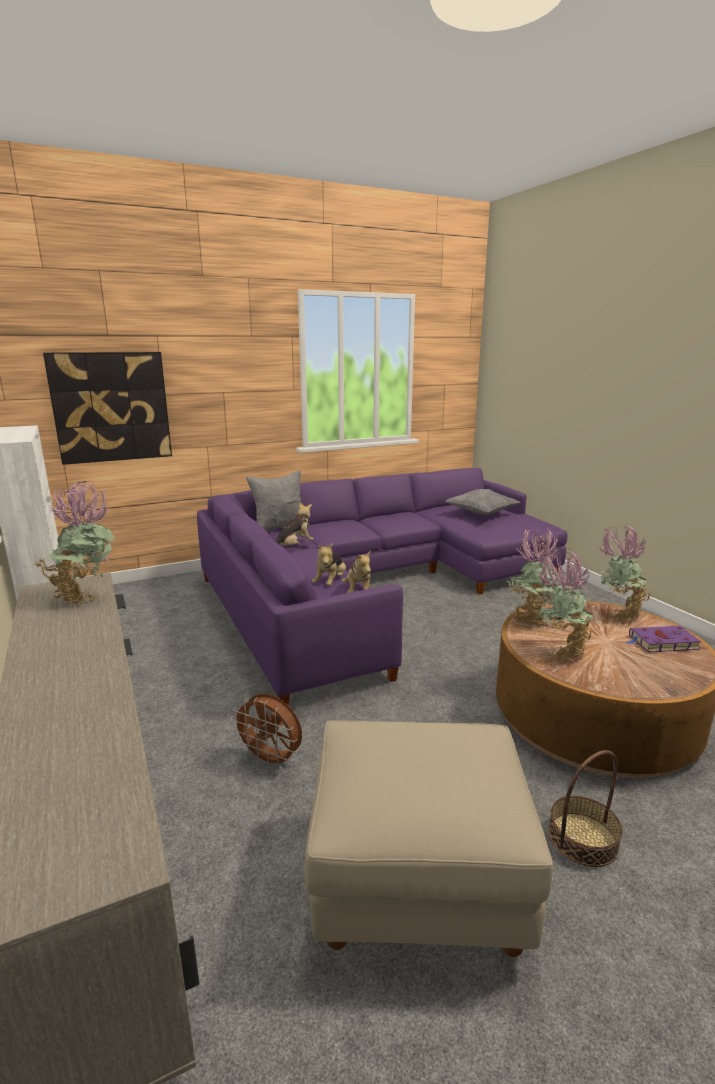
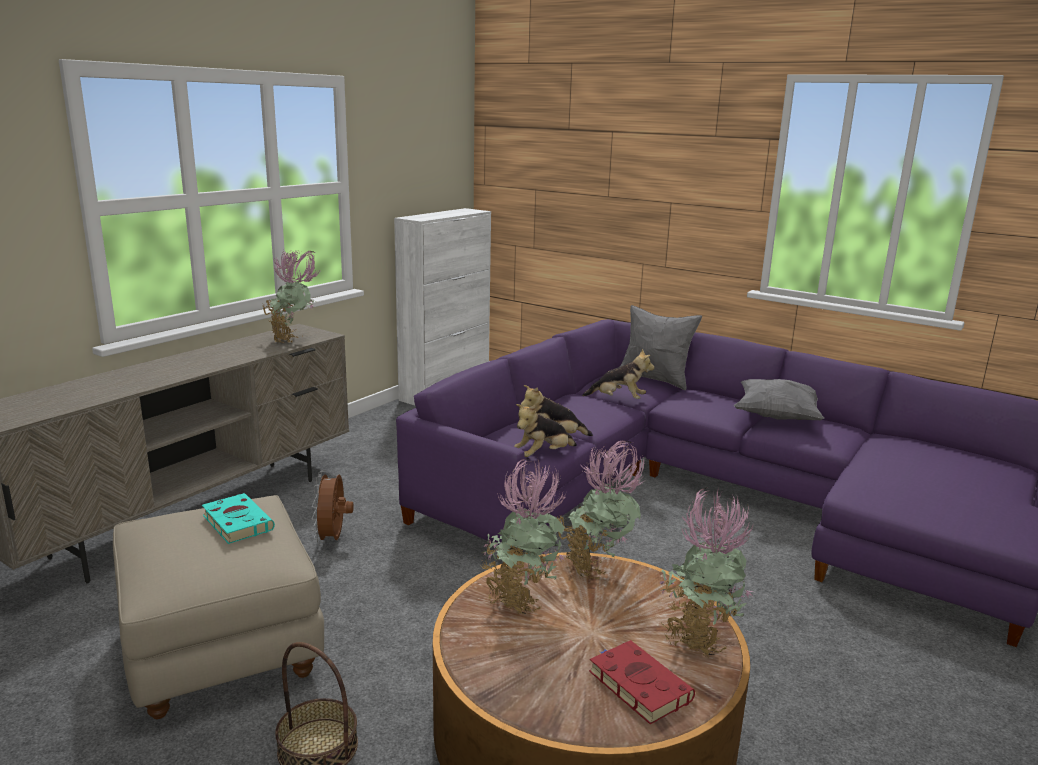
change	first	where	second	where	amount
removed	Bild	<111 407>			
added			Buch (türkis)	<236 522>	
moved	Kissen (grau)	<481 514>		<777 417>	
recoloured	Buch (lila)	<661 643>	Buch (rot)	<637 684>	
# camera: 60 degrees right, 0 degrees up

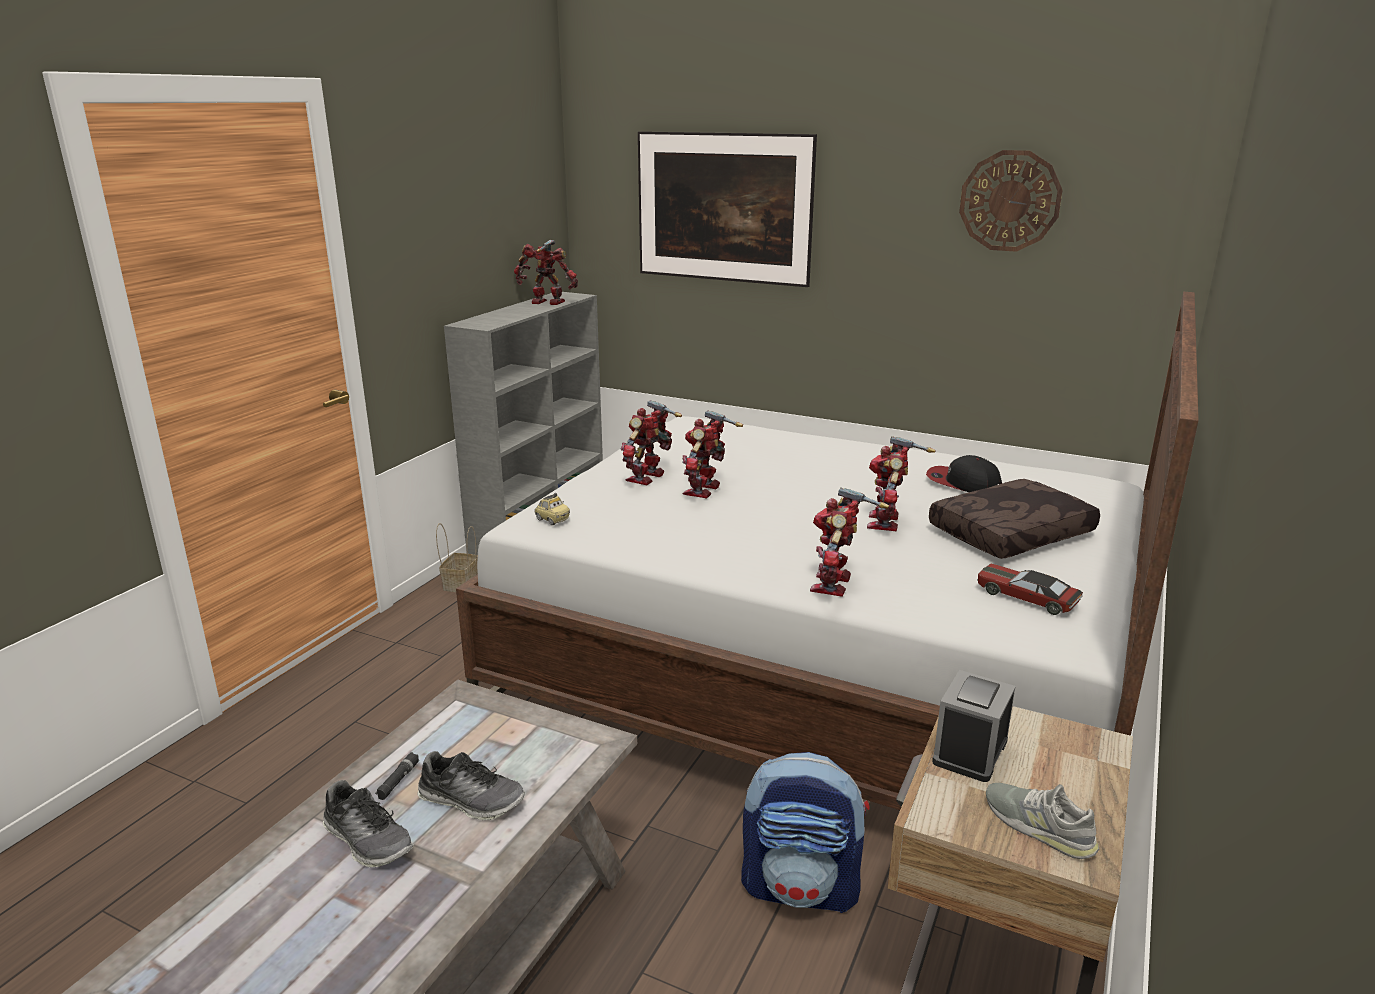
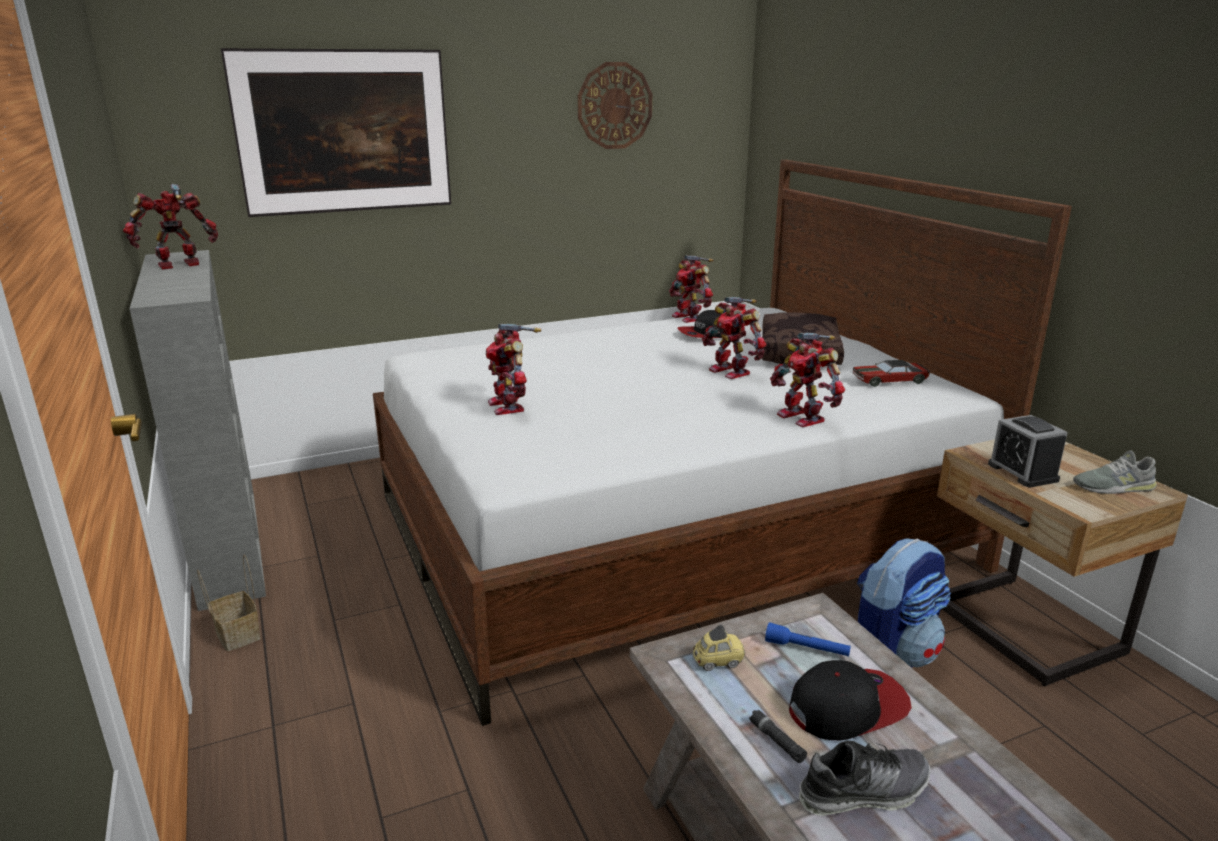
change	first	where	second	where	amount
added			Taschenlampe (blau)	<806 649>	
moved	Spielzeugauto	<552 520>		<717 661>	
moved	Spielzeugroboter	<705 490>		<689 317>	
replaced	Schuh	<471 800>	Kappe	<848 707>	
# camera: 50 degrees left, 0 degrees up

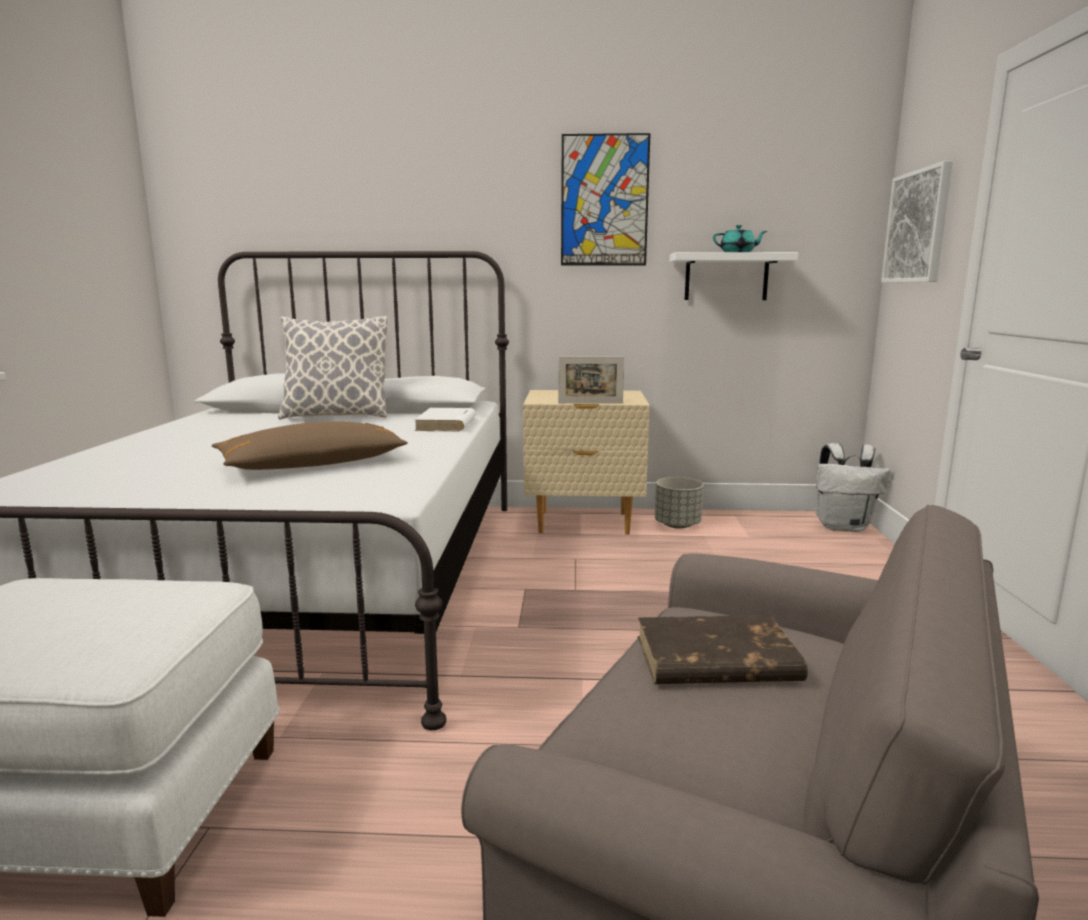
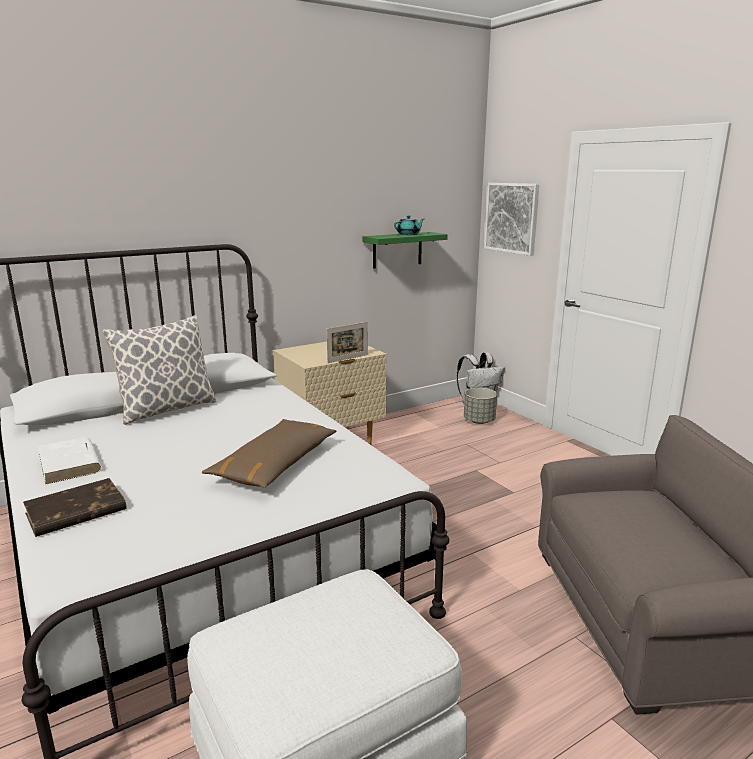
change	first	where	second	where	amount
removed	Bild	<604 201>			
moved	Buch (weiß)	<446 424>		<70 464>	
moved	Buch (braun)	<714 659>		<75 512>	
moved	Pflanzkübel (grau)	<677 525>		<479 421>	
recoloured	Wandregal (weiß)	<726 277>	Wandregal (grün)	<397 250>	
# camera: 35 degrees left, 5 degrees up

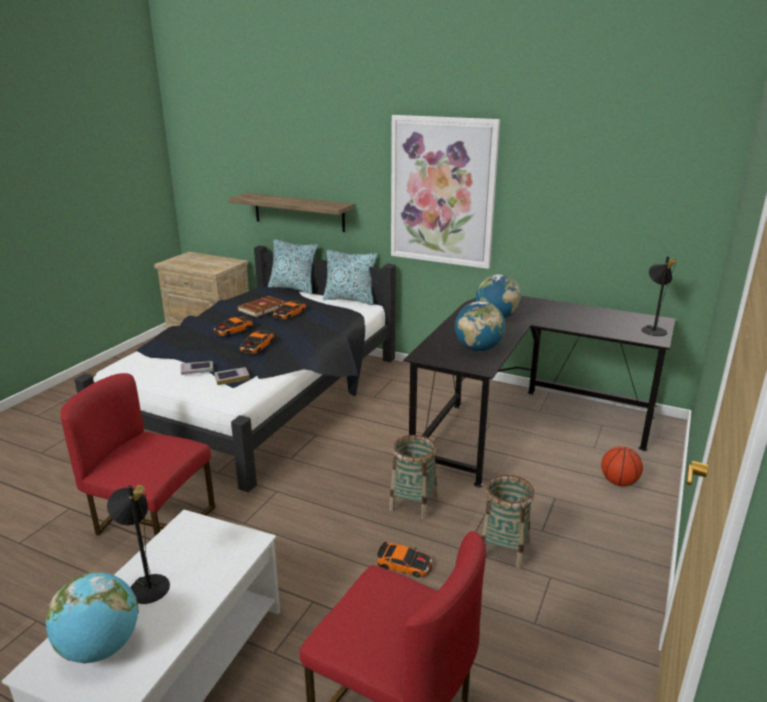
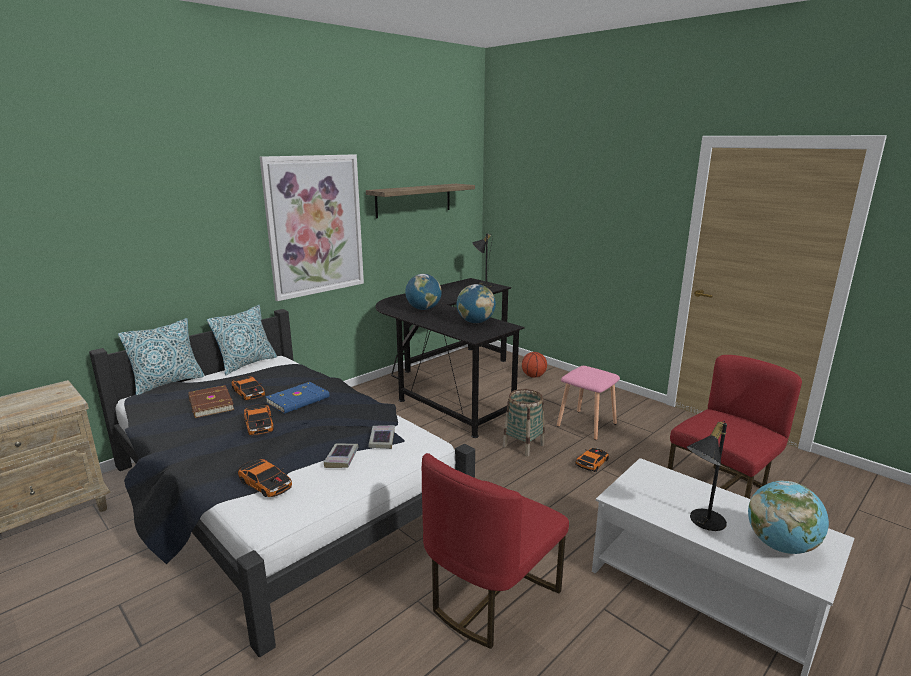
change	first	where	second	where	amount
added			Buch (blau)	<299 400>	
moved	Wandregal	<299 212>		<414 200>	
moved	Spielzeugauto	<257 346>		<266 483>	
replaced	Korb	<504 549>	Hocker (rosa)	<586 425>	
# camera: 70 degrees left, 5 degrees down

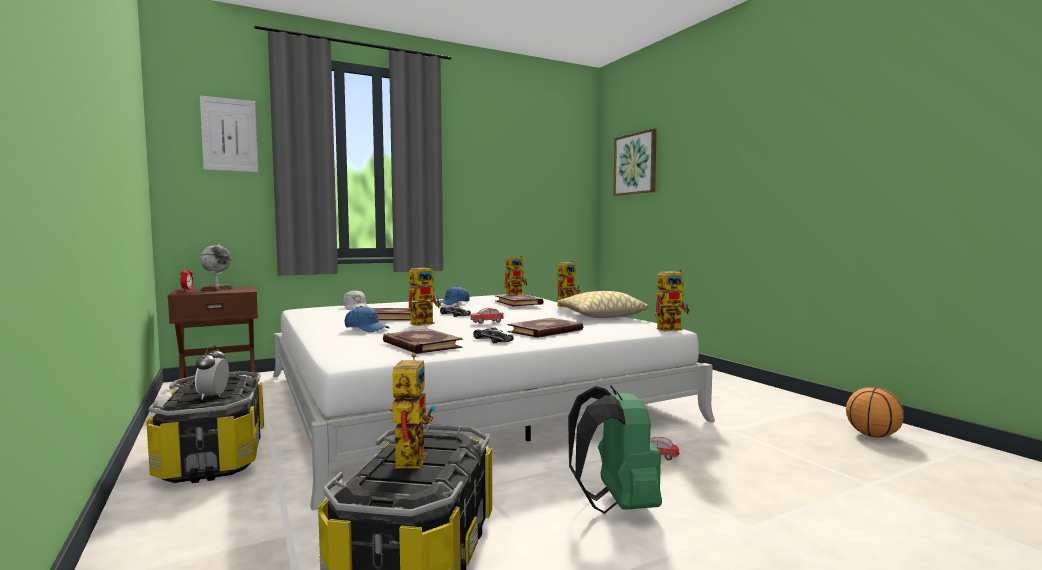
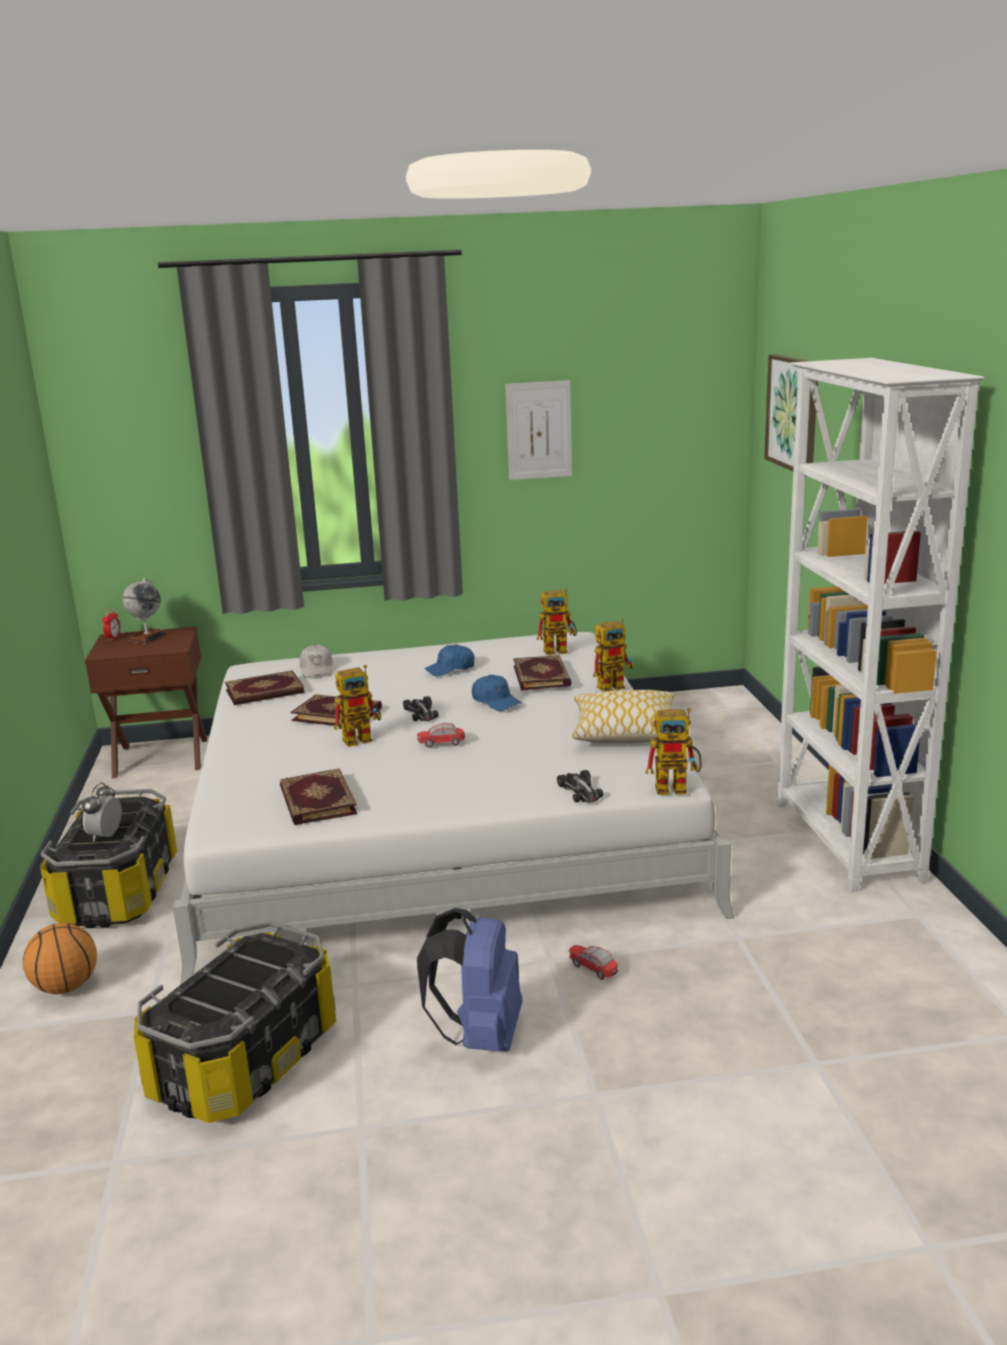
change	first	where	second	where	amount
removed	Spielzeugroboter	<409 457>			
added			Bücherregal (weiß)	<845 842>	
moved	Bild	<229 135>		<539 430>	
moved	Kappe (blau)	<366 329>		<496 701>	
moved	Spielzeugauto	<493 339>		<580 791>	
moved	Buch	<546 331>		<265 692>	
moved	Basketball	<872 435>		<65 987>	
recoloured	Rucksack (grün)	<616 505>	Rucksack (blau)	<480 1036>	
# camera: 20 degrees right, 15 degrees up

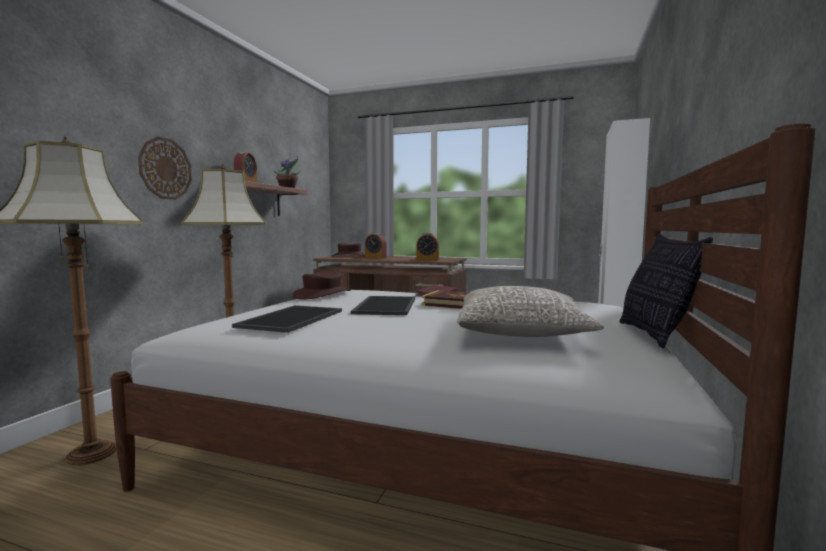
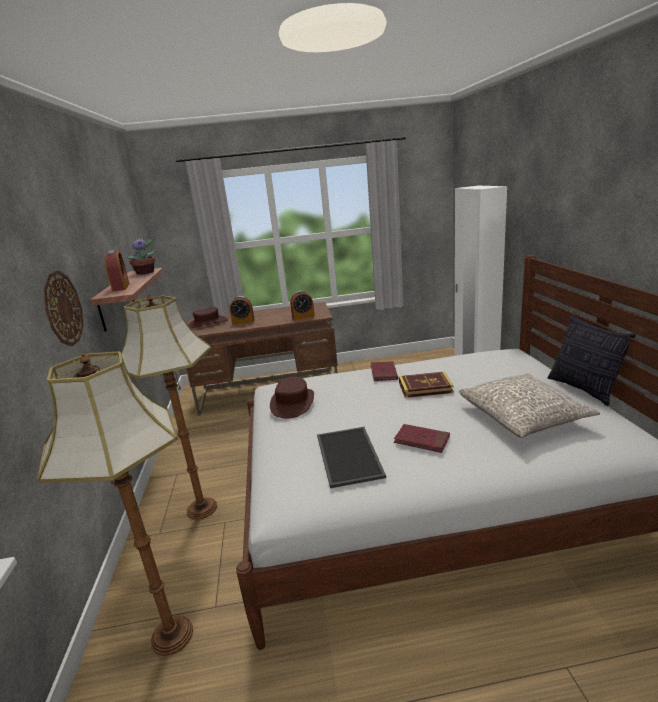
change	first	where	second	where	amount
removed	Tablett	<384 305>			
added			Buch (rot)	<422 440>	
# camera: 25 degrees left, 15 degrees up

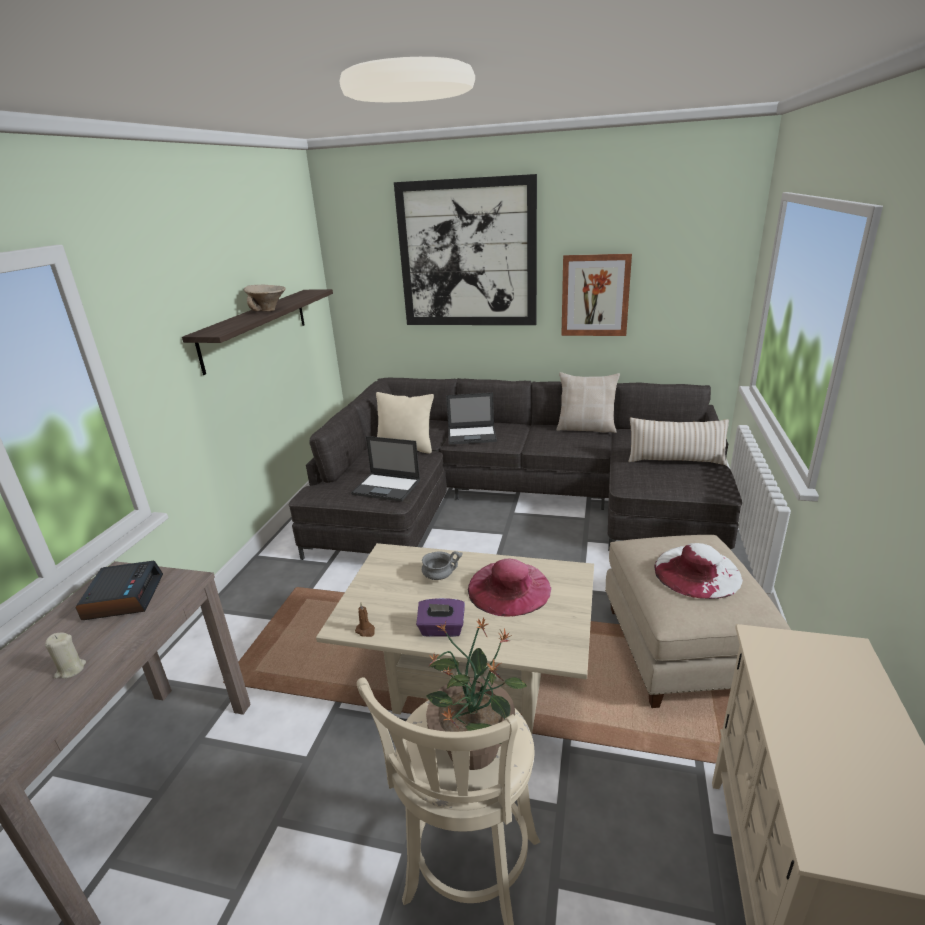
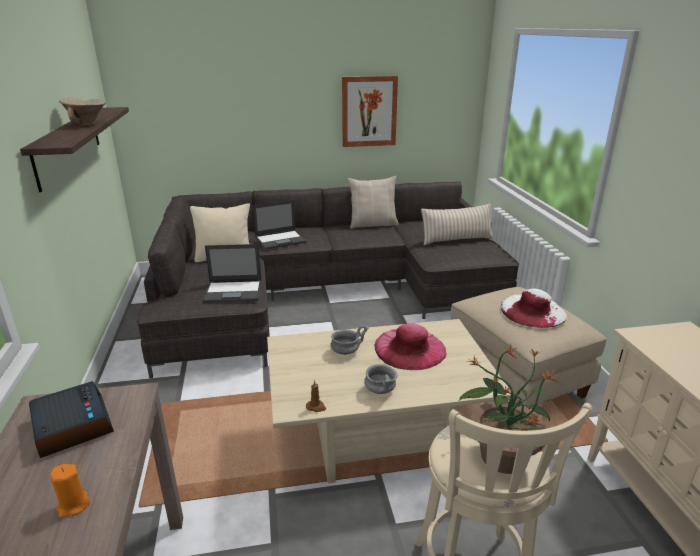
change	first	where	second	where	amount
removed	Bild	<467 254>			
replaced	Taschentuchbox (lila)	<442 629>	Schüssel (grau)	<381 390>	
recoloured	Kerze (beige)	<70 669>	Kerze (orange)	<73 505>	
# camera: 25 degrees left, 0 degrees up

